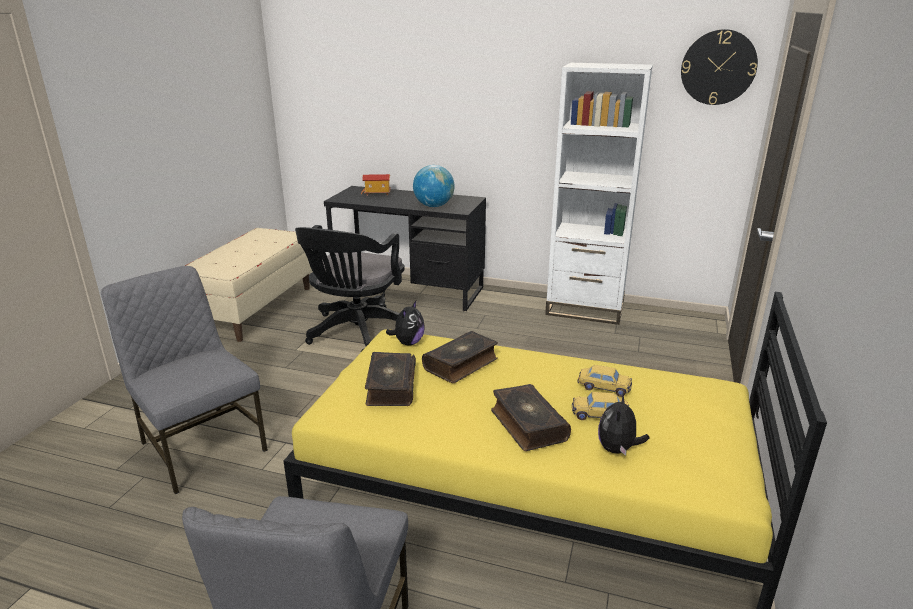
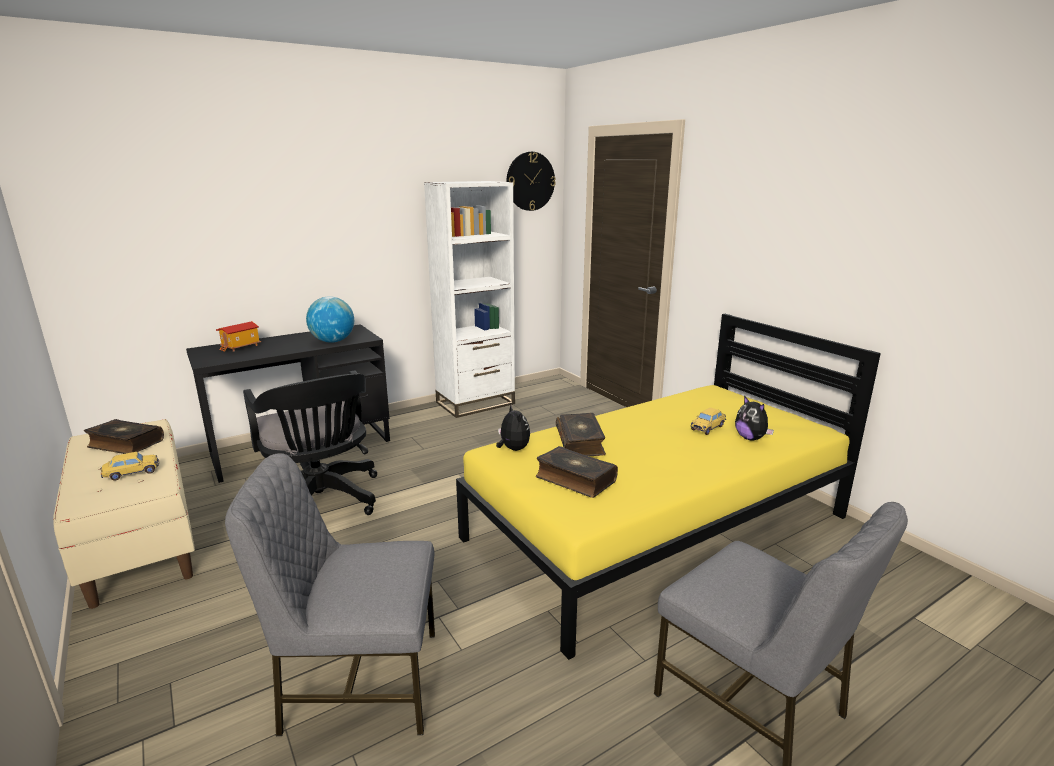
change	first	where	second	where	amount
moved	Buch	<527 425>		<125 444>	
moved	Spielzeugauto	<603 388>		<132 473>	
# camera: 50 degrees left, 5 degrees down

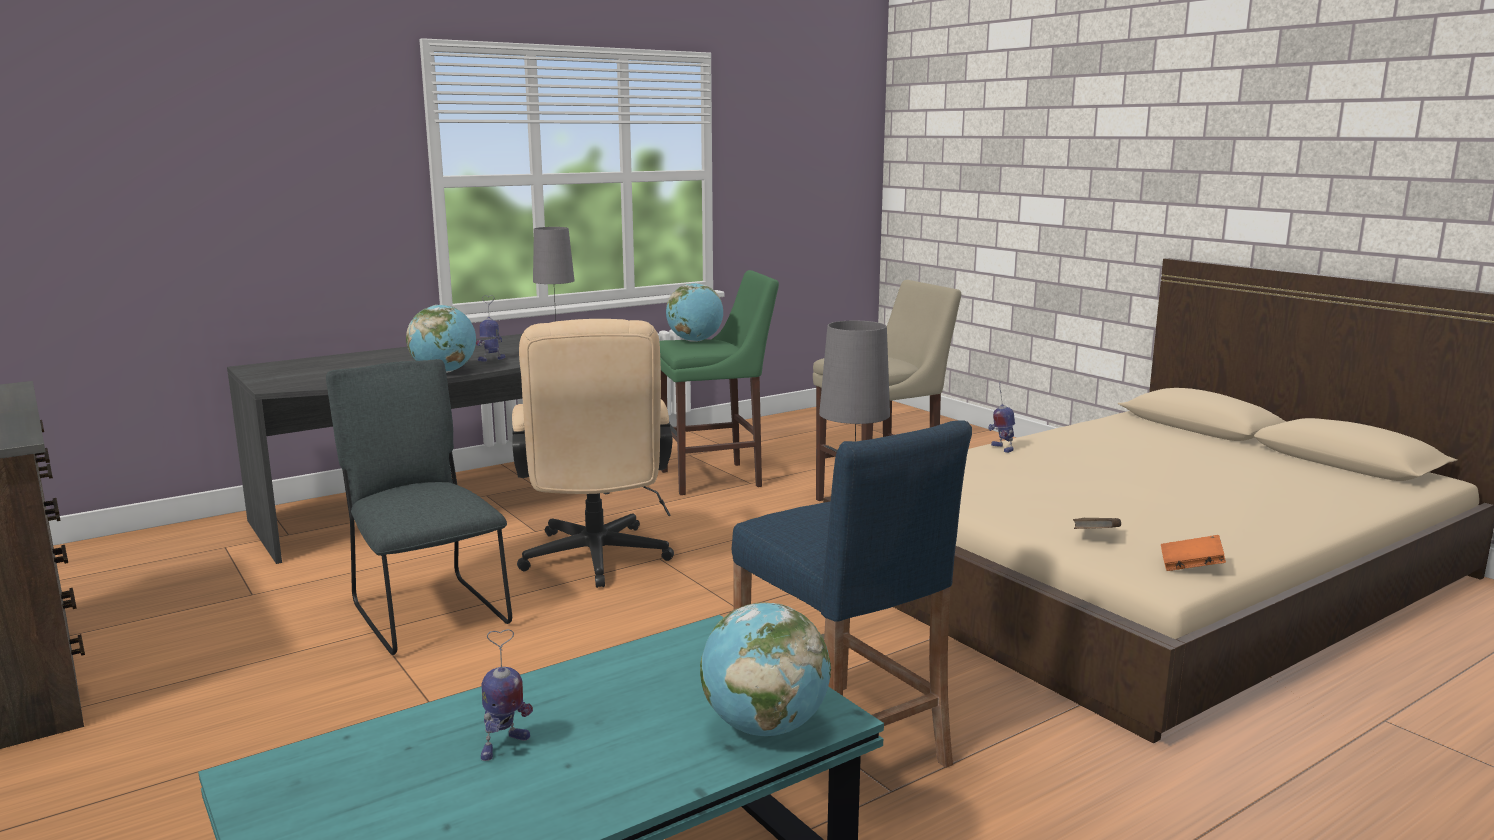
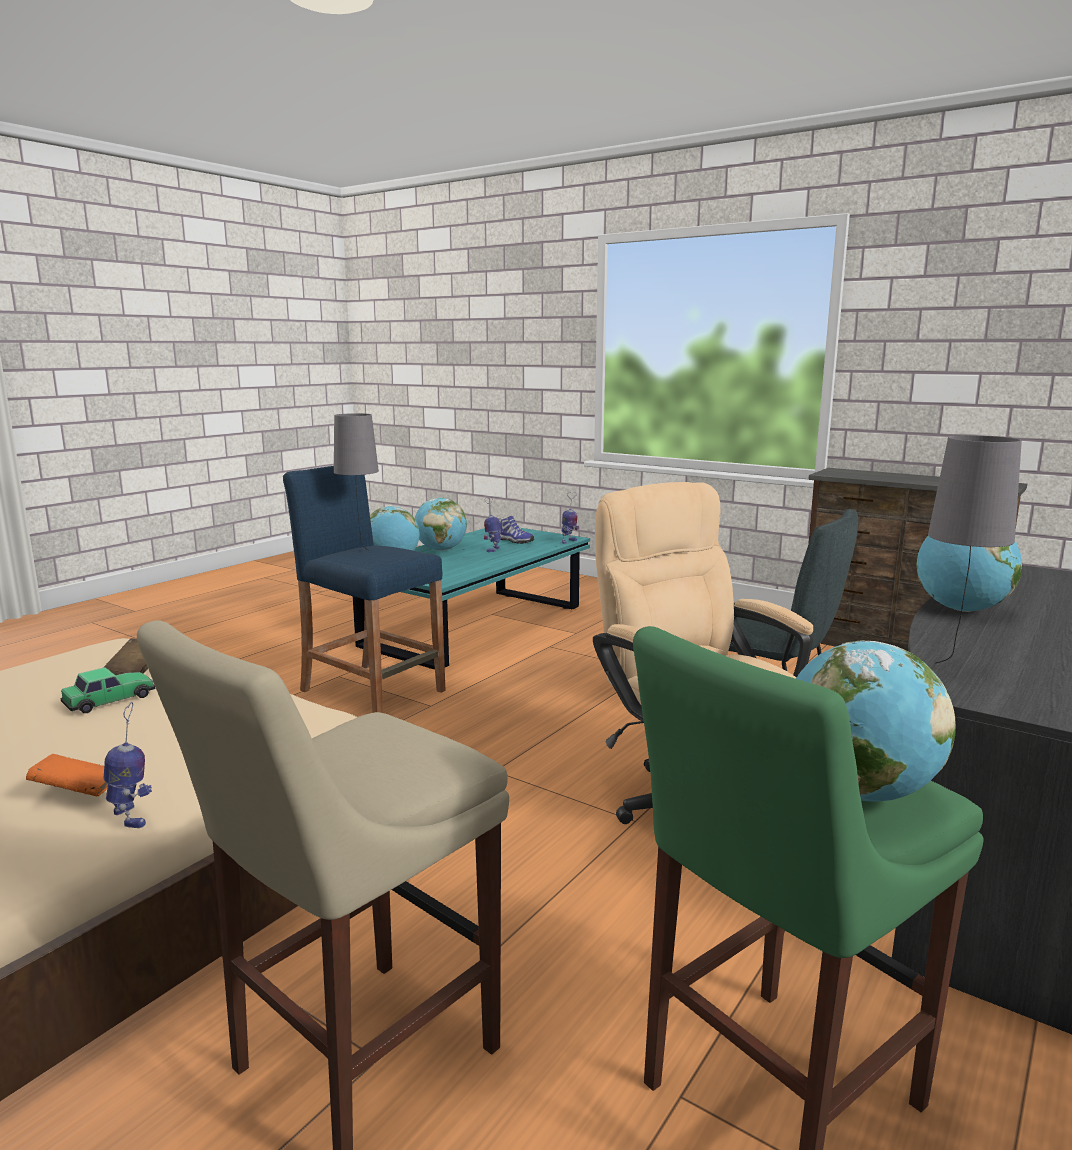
change	first	where	second	where	amount
added			Spielzeugauto	<110 699>	
added			Globus	<441 550>	
added			Schuh	<514 541>	
moved	Spielzeugroboter	<492 359>		<568 542>	
moved	Buch (orange)	<1190 567>		<76 792>	
# camera: 160 degrees right, 0 degrees up

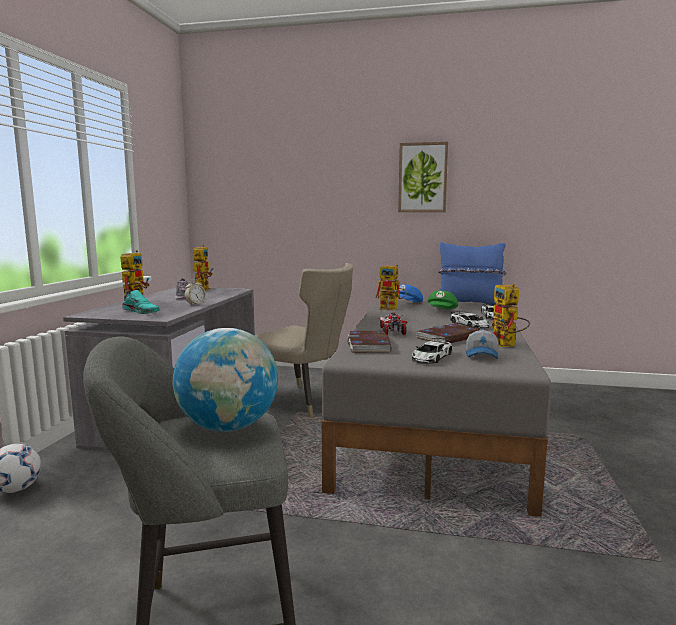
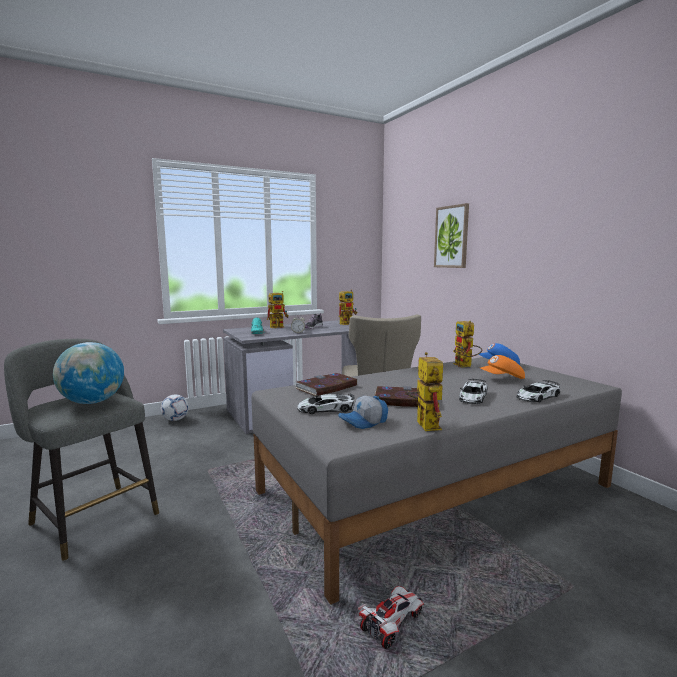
change	first	where	second	where	amount
removed	Kissen (blau)	<469 305>			
moved	Spielzeugauto	<391 331>		<392 623>	
moved	Bild	<422 177>		<451 237>	
recoloured	Kappe (grün)	<442 311>	Kappe (orange)	<502 379>	
turned	Spielzeugroboter	<507 345>		<423 423>	135 degrees clockwise
# camera: 50 degrees right, 0 degrees up

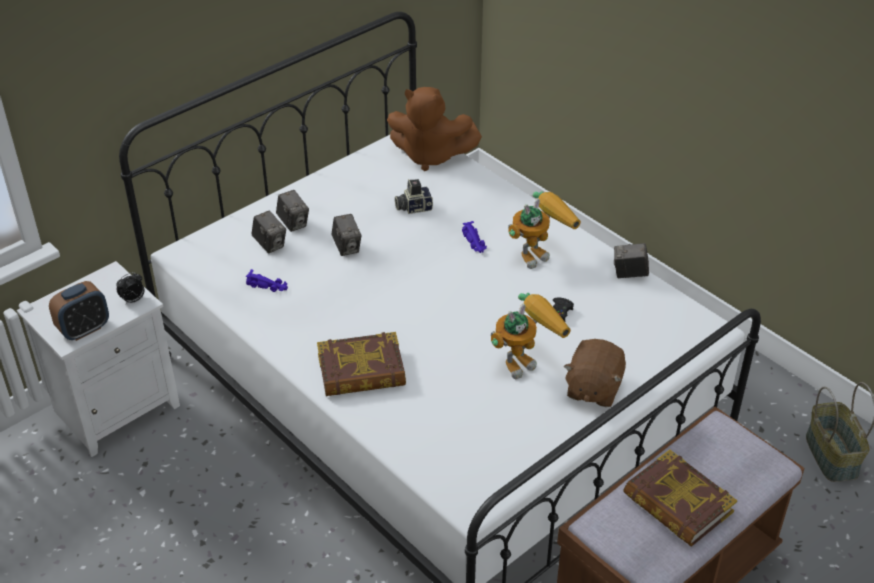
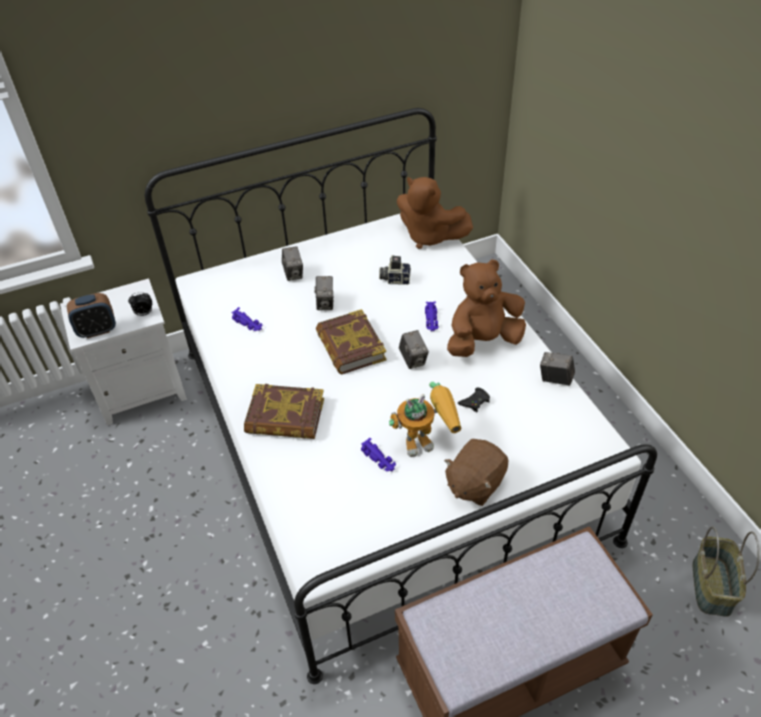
change	first	where	second	where	amount
added			Spielzeugauto (lila)	<379 459>	
moved	Kamera	<270 244>		<413 359>	
moved	Buch	<677 504>		<350 346>	
replaced	Spielzeugroboter	<539 252>	Plüschtier (braun)	<483 341>	
# camera: 20 degrees right, 5 degrees up

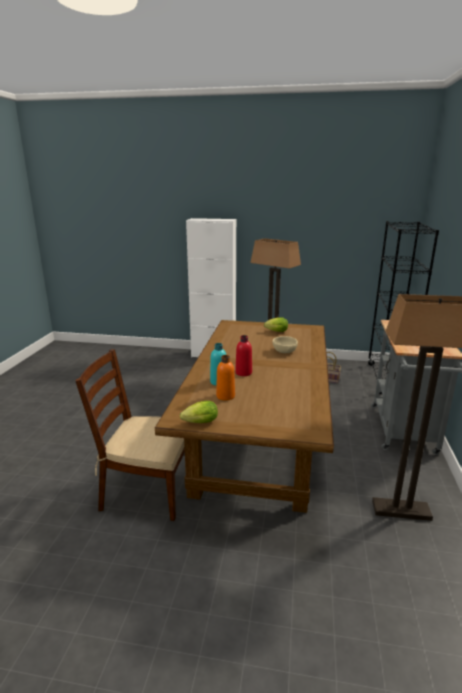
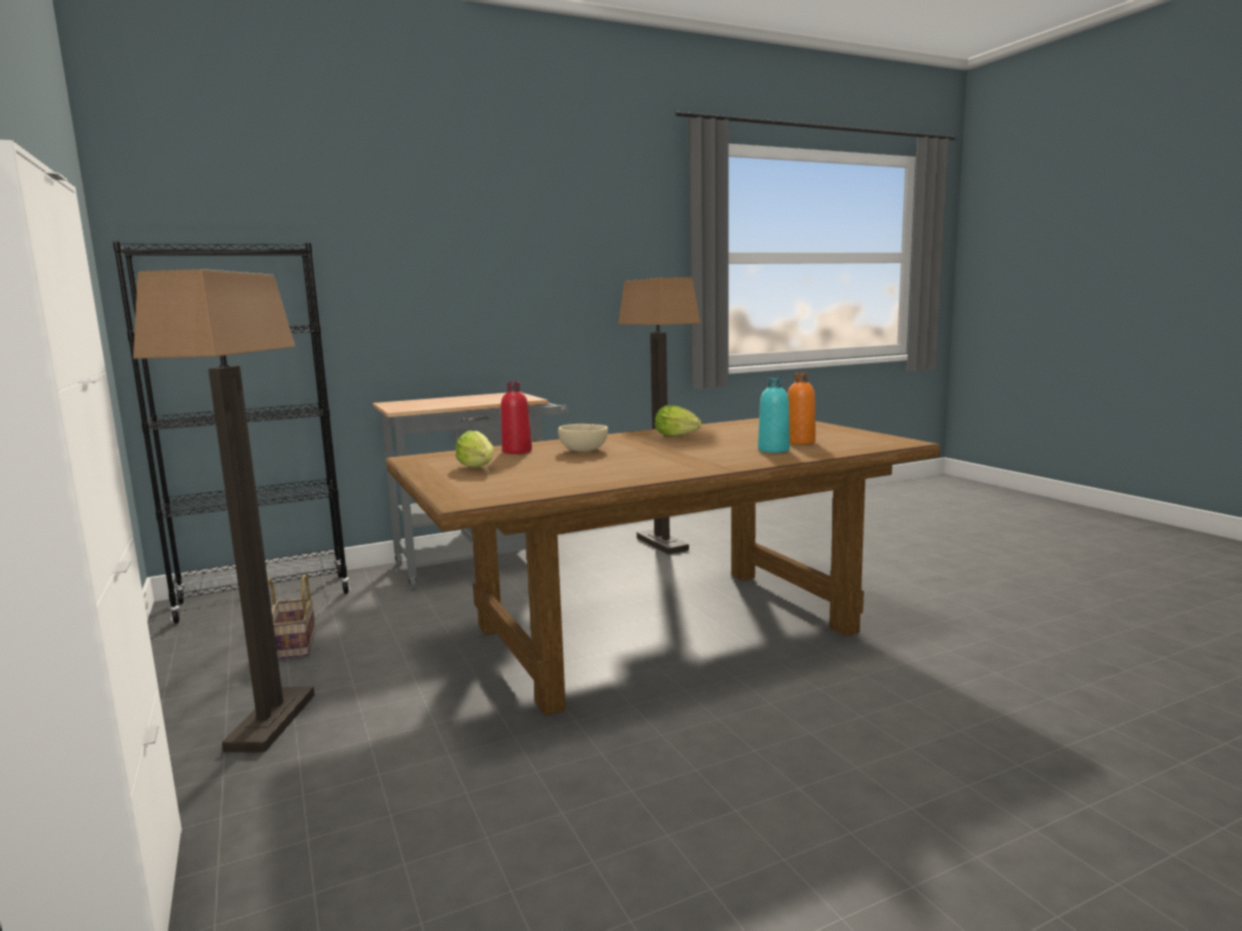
change	first	where	second	where	amount
removed	Stuhl (braun)	<147 491>			
moved	Salatkopf	<198 423>		<679 436>	
moved	Flasche (rot)	<243 373>		<517 451>	
# camera: 125 degrees left, 10 degrees down

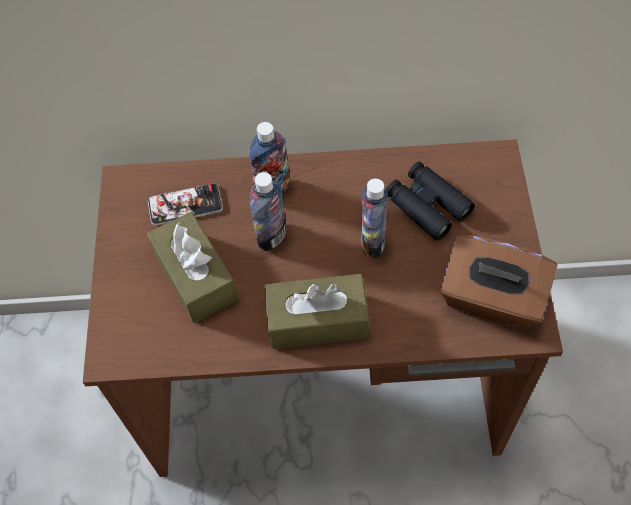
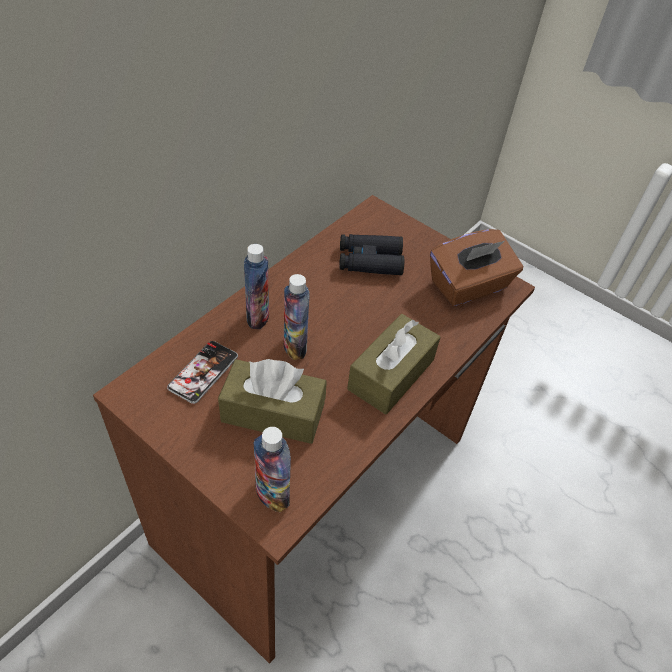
change	first	where	second	where	amount
moved	Flasche	<373 242>		<272 494>	
# camera: 55 degrees left, 10 degrees down

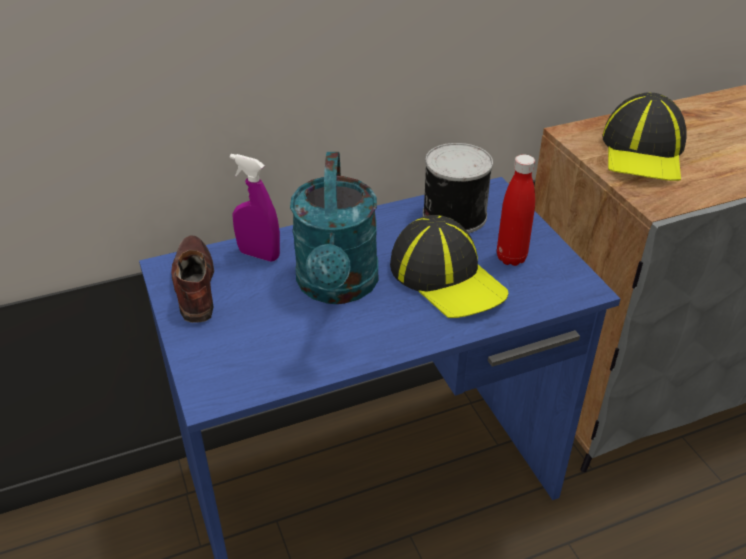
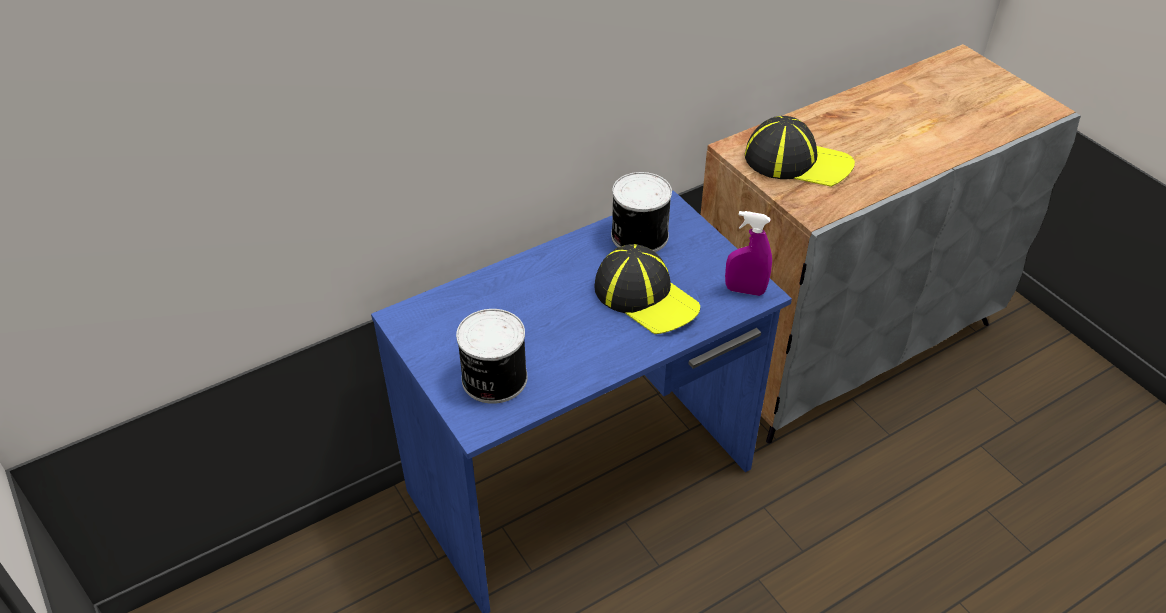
change	first	where	second	where	amount
removed	Schuh (braun)	<194 286>			
removed	Gießkanne (türkis)	<337 287>			
removed	Flasche (rot)	<511 258>			
added			Dose	<493 379>	
moved	Sprühflasche (lila)	<259 255>		<745 290>	
turned	Kappe	<643 152>		<797 161>	75 degrees counterclockwise
# camera: 10 degrees left, 5 degrees up

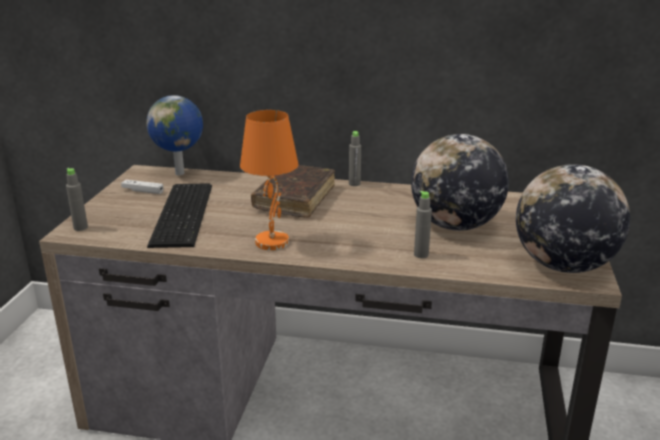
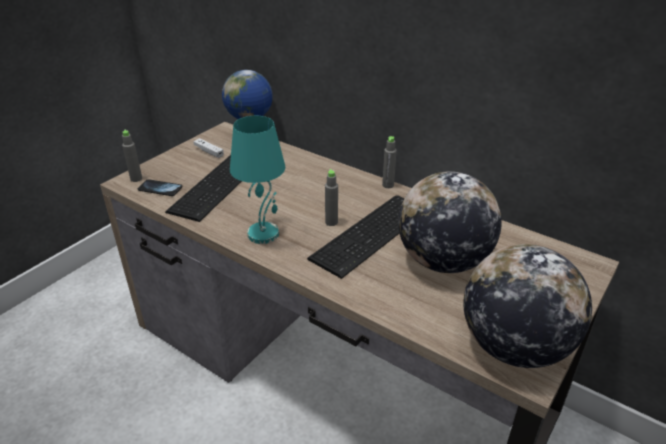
change	first	where	second	where	amount
removed	Buch (braun)	<295 199>			
added			Handy	<160 189>	
added			Tastatur	<374 234>	
moved	Flasche (grau)	<421 255>		<331 222>	
recoloured	Tischlampe (orange)	<272 241>	Tischlampe (türkis)	<263 233>	
# camera: 25 degrees right, 10 degrees up

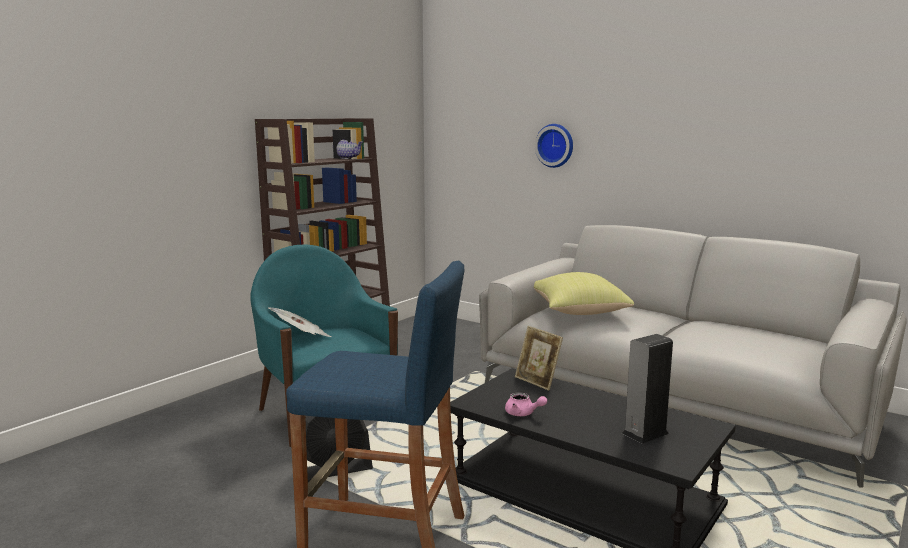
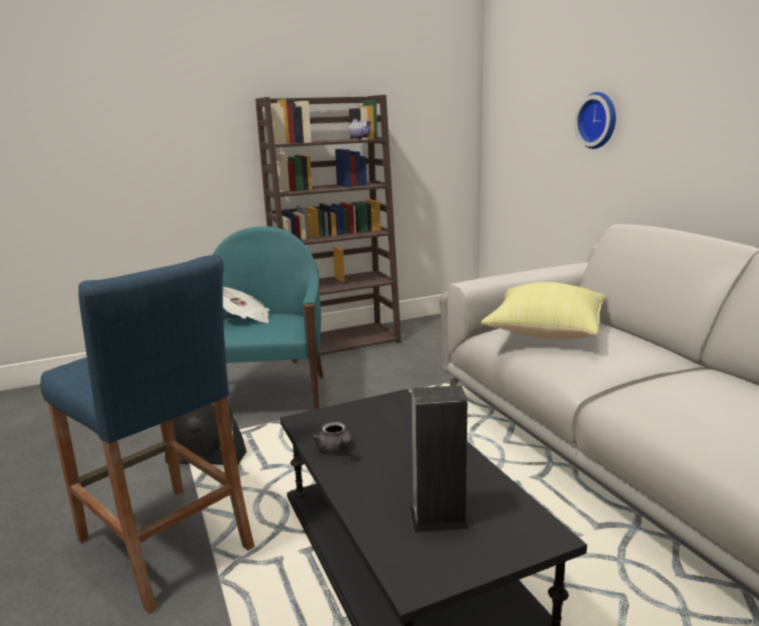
change	first	where	second	where	amount
removed	Bilderrahmen	<537 382>			
recoloured	Teekanne (rosa)	<523 414>	Teekanne (grau)	<336 449>	
# camera: 30 degrees right, 5 degrees up

